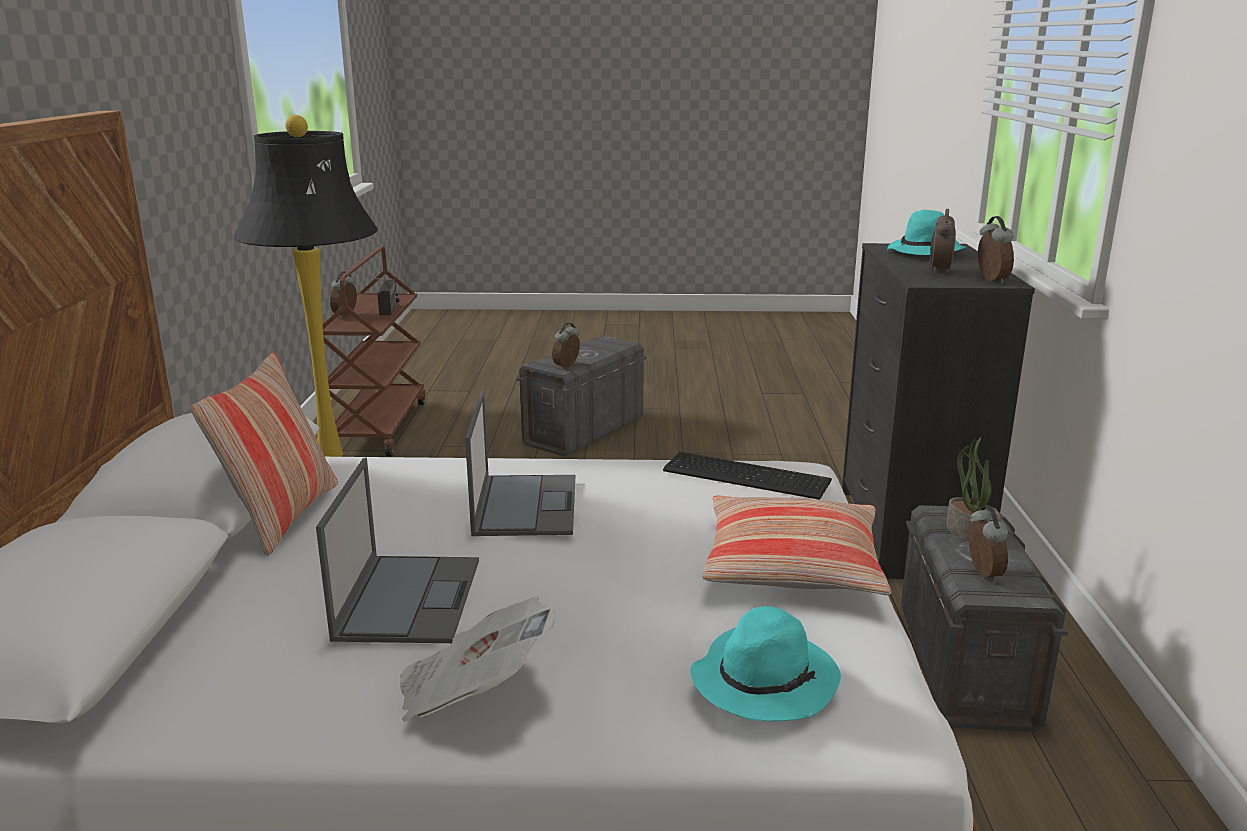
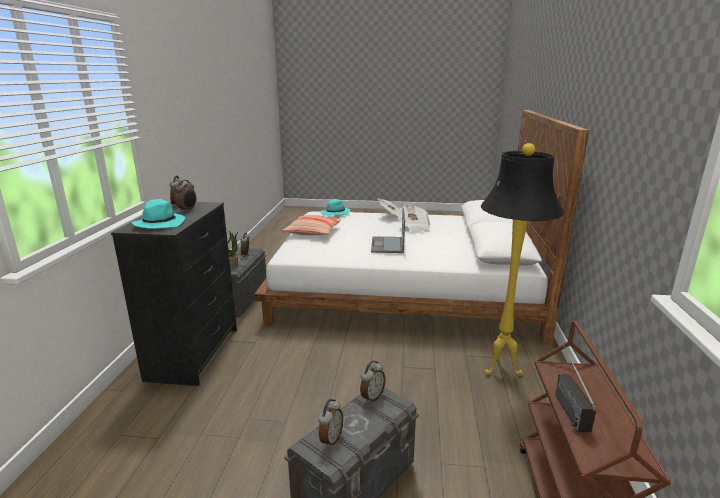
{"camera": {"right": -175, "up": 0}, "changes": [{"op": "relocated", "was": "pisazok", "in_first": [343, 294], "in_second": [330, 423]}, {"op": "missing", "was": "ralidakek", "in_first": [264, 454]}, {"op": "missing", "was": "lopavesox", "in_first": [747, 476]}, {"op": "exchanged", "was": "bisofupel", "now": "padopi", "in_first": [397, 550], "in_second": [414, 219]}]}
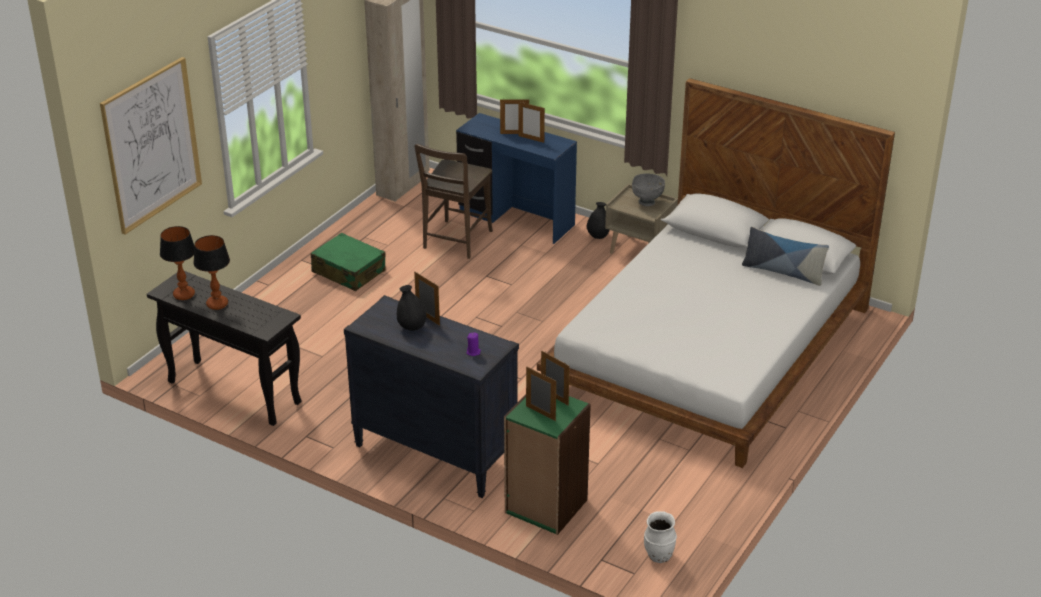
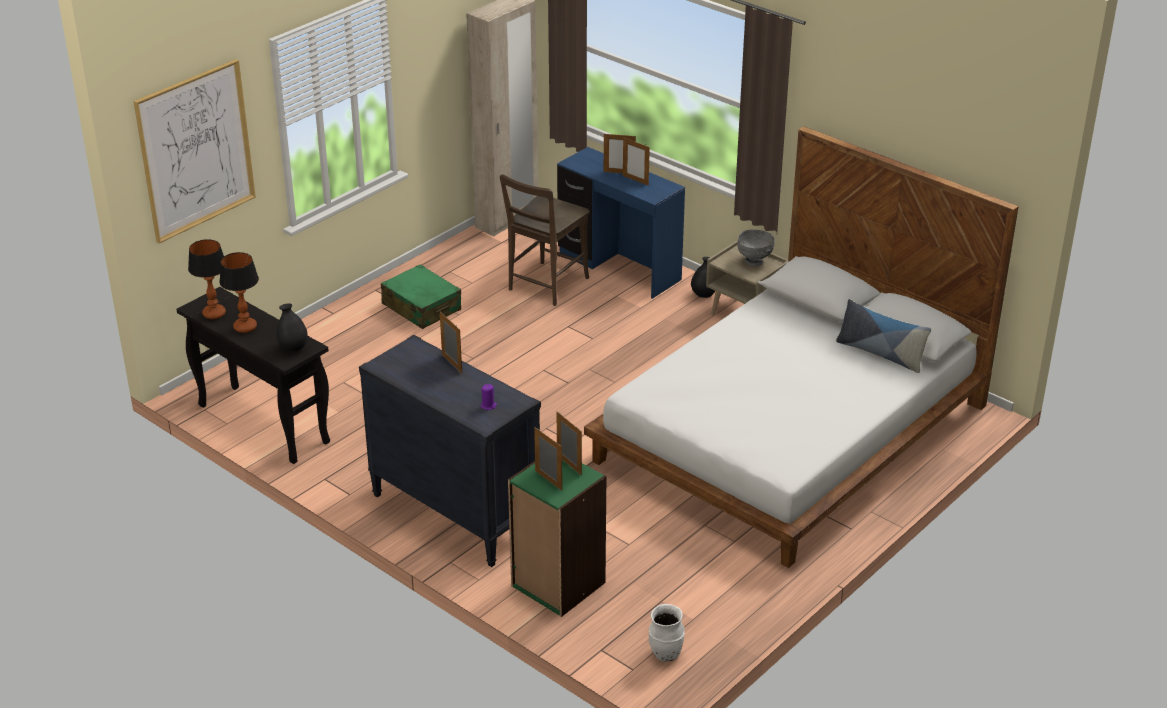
{"camera": {"right": 10, "up": 0}, "changes": [{"op": "relocated", "was": "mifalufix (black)", "in_first": [411, 308], "in_second": [292, 327]}]}
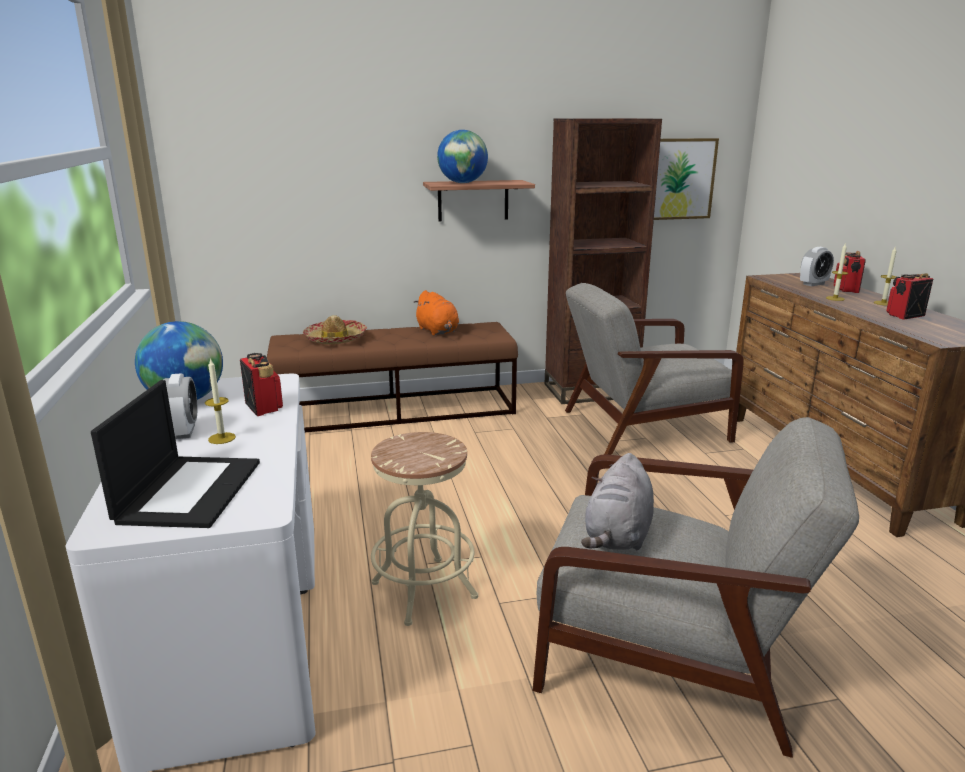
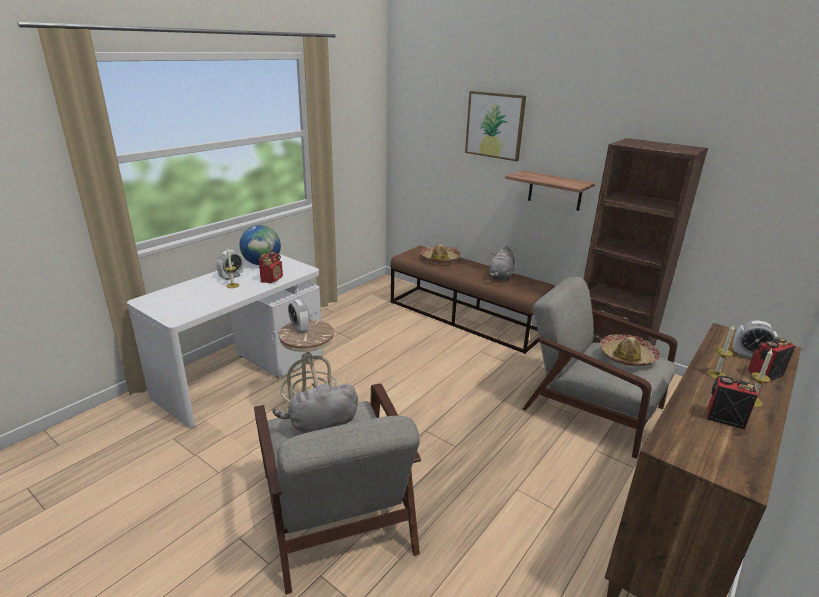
{"camera": {"right": 50, "up": 5}, "changes": [{"op": "missing", "was": "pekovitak", "in_first": [462, 156]}, {"op": "relocated", "was": "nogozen", "in_first": [686, 179], "in_second": [495, 126]}, {"op": "colour", "was": "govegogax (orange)", "now": "govegogax (grey)", "in_first": [436, 313], "in_second": [501, 263]}, {"op": "missing", "was": "bisofupel", "in_first": [175, 454]}, {"op": "appeared", "now": "pisazok", "in_second": [299, 316]}, {"op": "appeared", "now": "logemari", "in_second": [630, 350]}]}
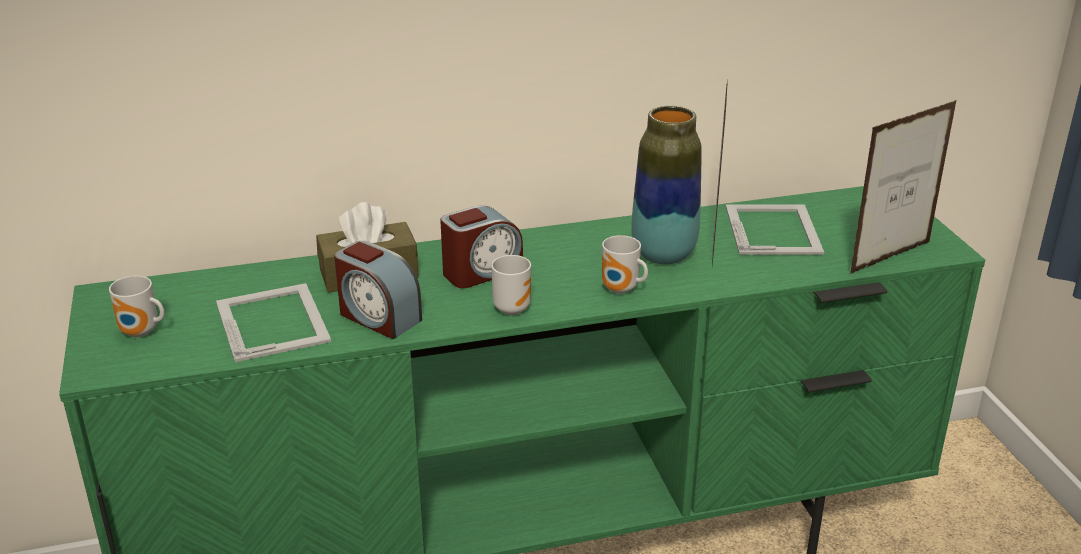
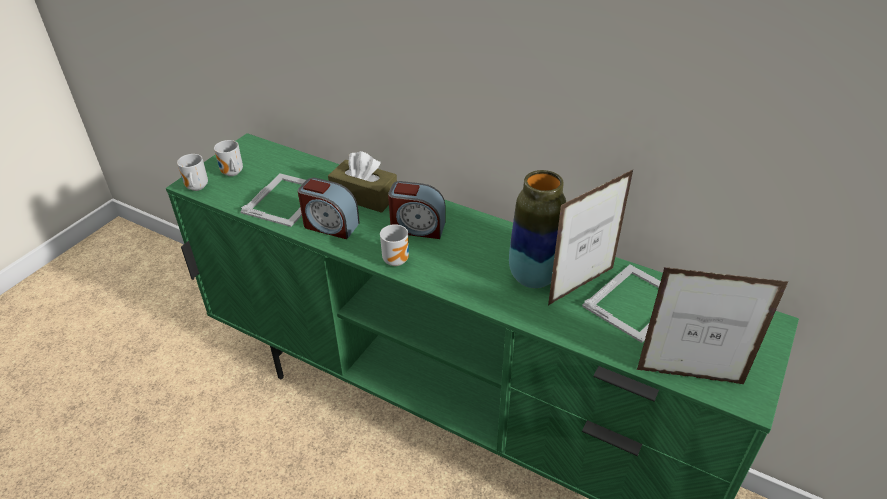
{"camera": {"right": 45, "up": 10}, "changes": [{"op": "relocated", "was": "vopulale", "in_first": [625, 264], "in_second": [192, 172]}, {"op": "spun", "was": "pisazok", "in_first": [378, 290], "in_second": [329, 208], "clockwise": -60}]}
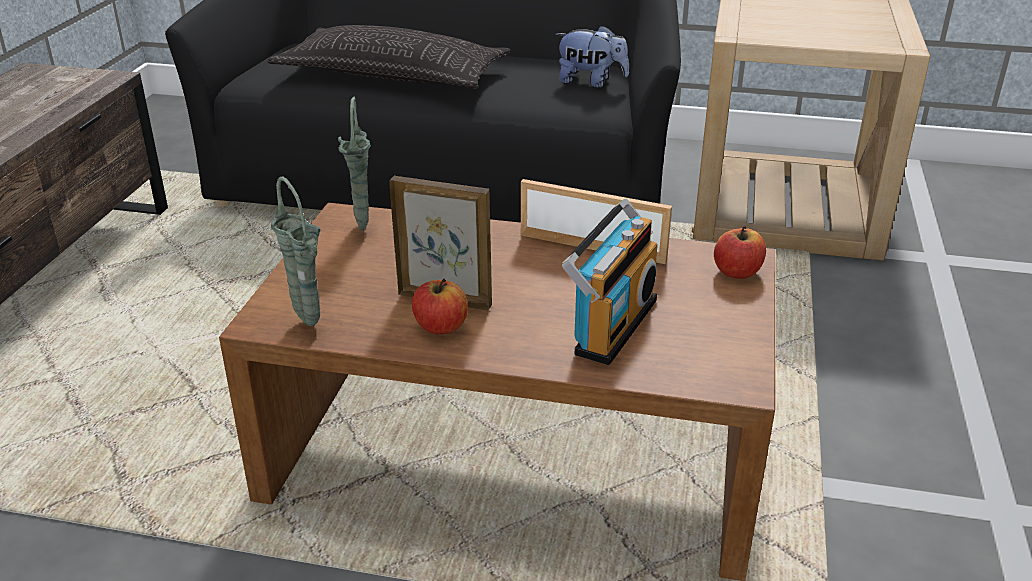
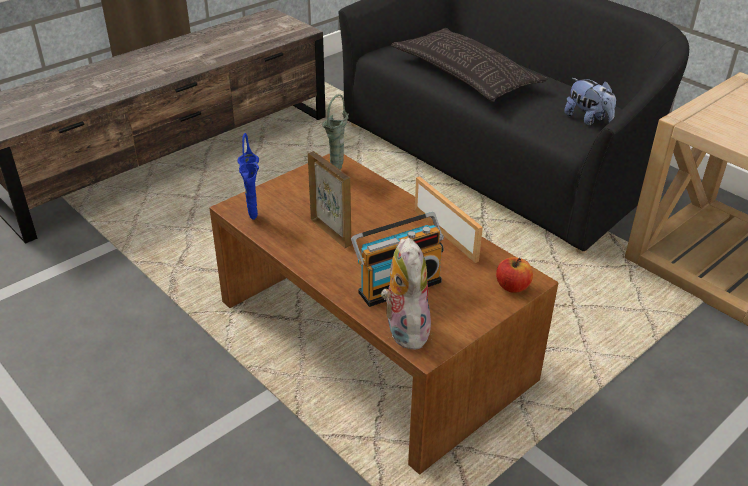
{"camera": {"right": 35, "up": 5}, "changes": [{"op": "colour", "was": "mifalufix (green)", "now": "mifalufix (blue)", "in_first": [296, 251], "in_second": [248, 176]}, {"op": "missing", "was": "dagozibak", "in_first": [440, 306]}, {"op": "appeared", "now": "govegogax", "in_second": [406, 293]}]}
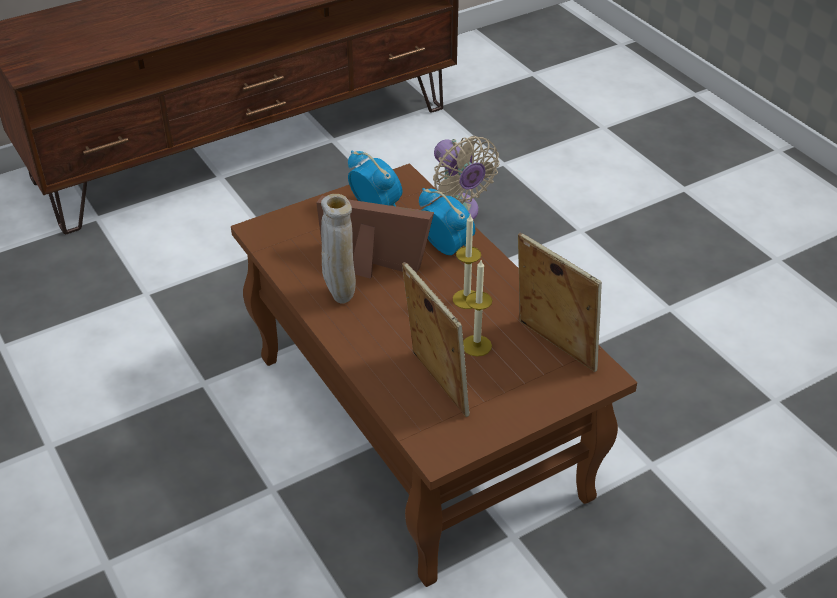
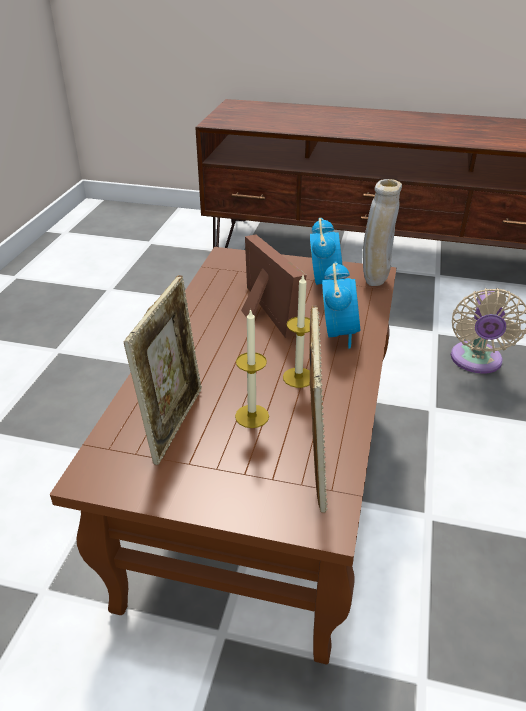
{"camera": {"right": 45, "up": -5}, "changes": [{"op": "relocated", "was": "mifalufix (beige)", "in_first": [338, 249], "in_second": [382, 232]}]}
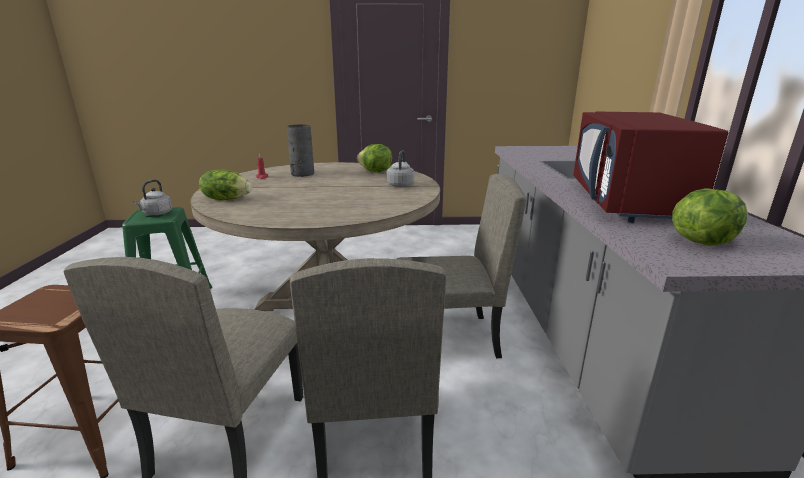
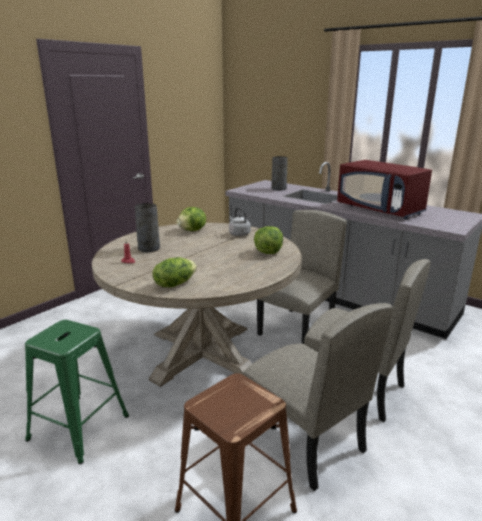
{"camera": {"right": -50, "up": 0}, "changes": [{"op": "missing", "was": "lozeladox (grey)", "in_first": [153, 197]}, {"op": "relocated", "was": "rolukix", "in_first": [710, 217], "in_second": [268, 240]}, {"op": "appeared", "now": "mifalufix (grey)", "in_second": [279, 173]}]}
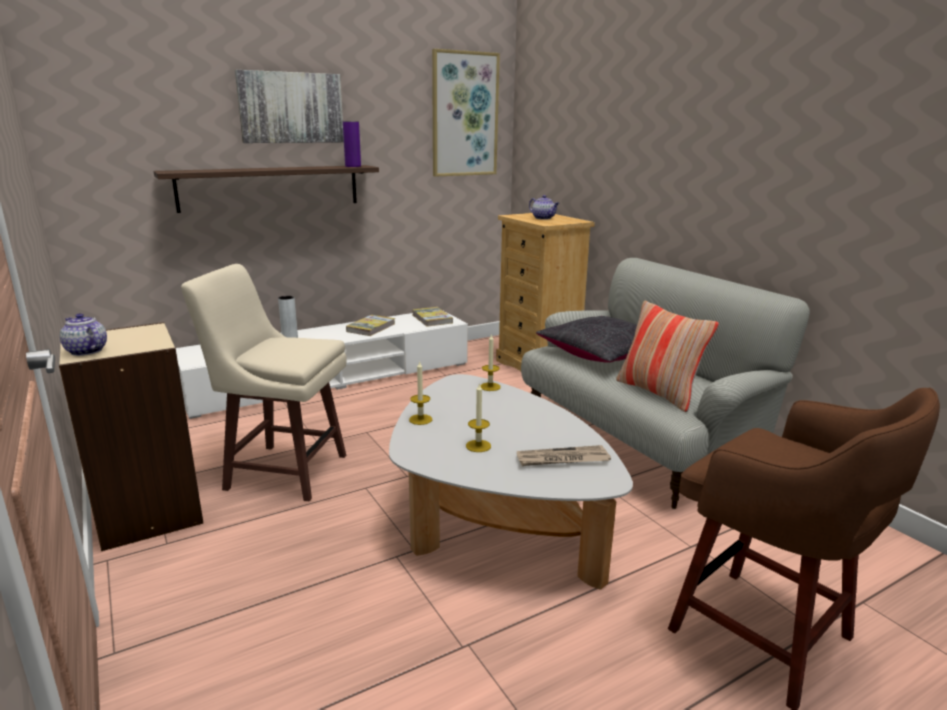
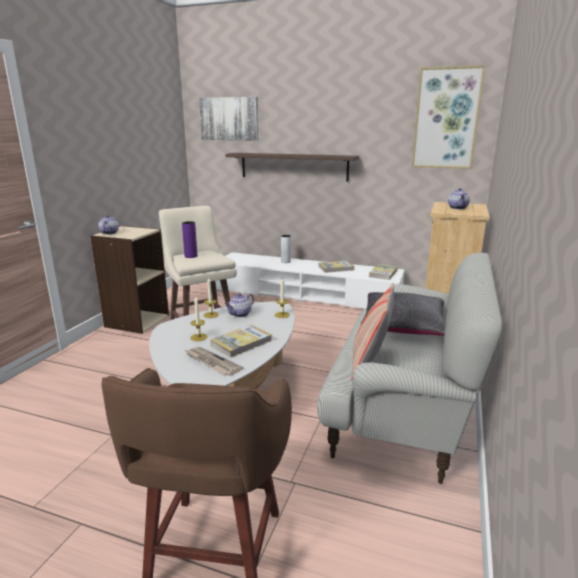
{"camera": {"right": 50, "up": 0}, "changes": [{"op": "relocated", "was": "nogozen", "in_first": [289, 106], "in_second": [228, 119]}, {"op": "relocated", "was": "mifalufix (purple)", "in_first": [352, 144], "in_second": [189, 239]}, {"op": "appeared", "now": "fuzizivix", "in_second": [239, 305]}, {"op": "appeared", "now": "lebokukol", "in_second": [241, 341]}]}
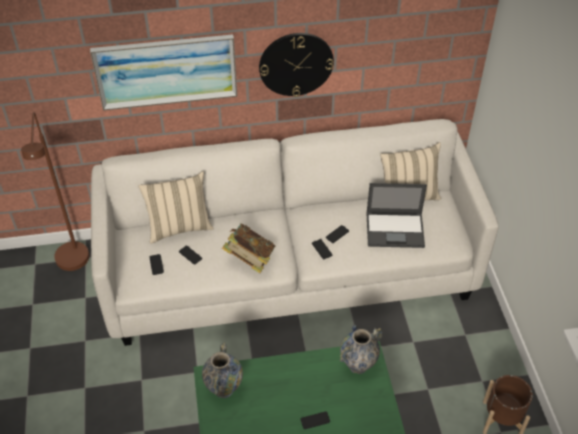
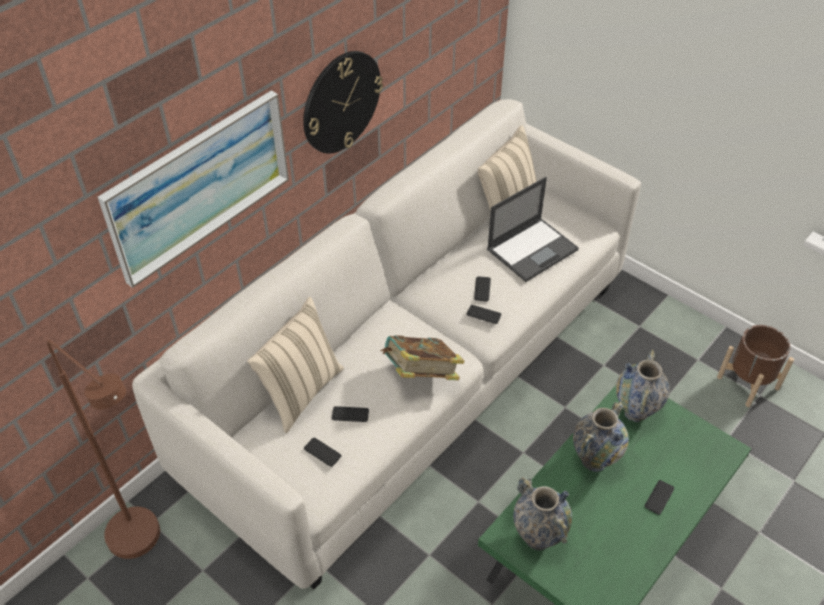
{"camera": {"right": -40, "up": 0}, "changes": [{"op": "appeared", "now": "mifalufix", "in_second": [601, 437]}]}
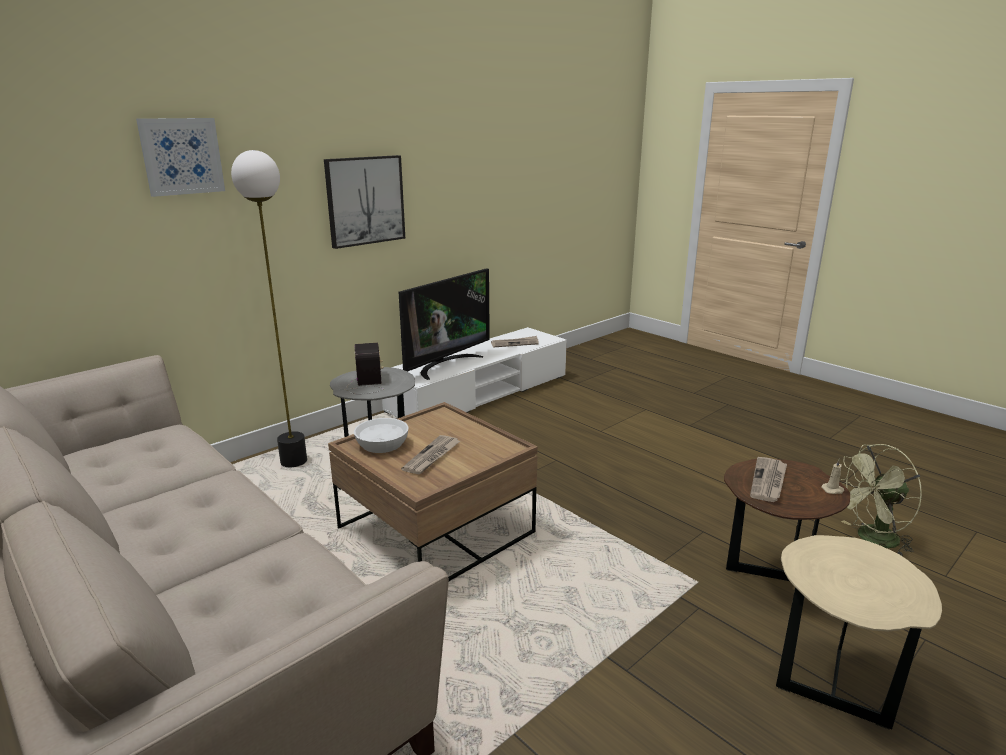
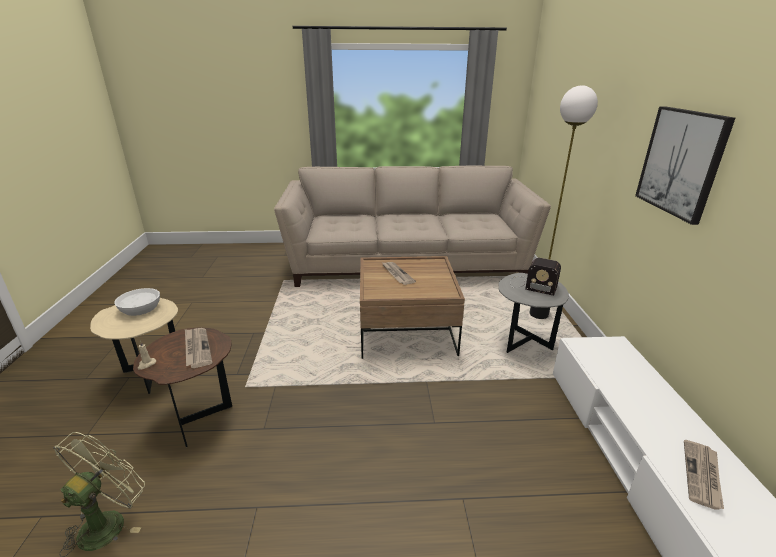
{"camera": {"right": 130, "up": 5}, "changes": [{"op": "missing", "was": "nogozen", "in_first": [180, 157]}, {"op": "missing", "was": "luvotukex", "in_first": [444, 324]}, {"op": "relocated", "was": "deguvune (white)", "in_first": [381, 435], "in_second": [137, 302]}]}
